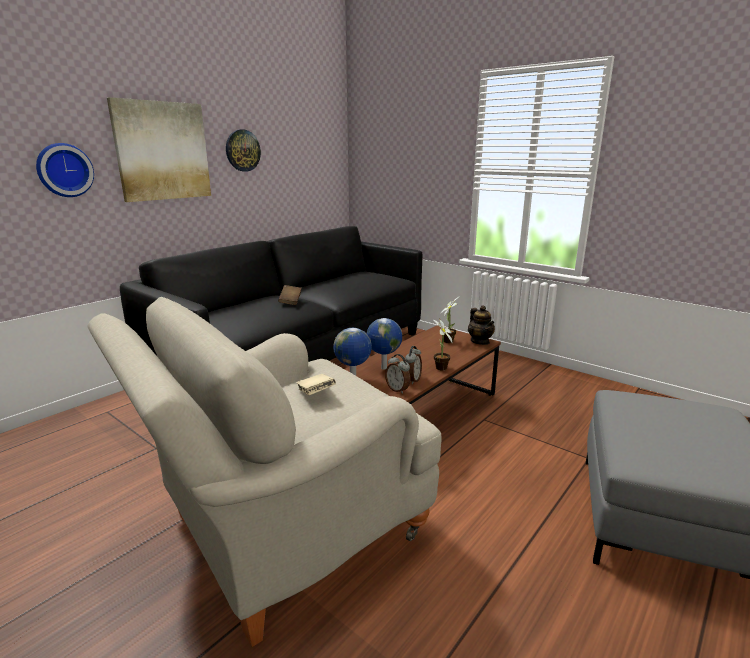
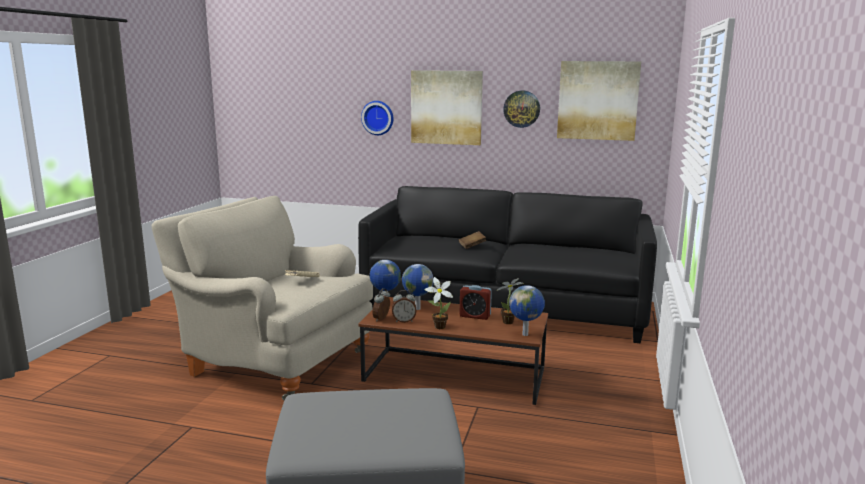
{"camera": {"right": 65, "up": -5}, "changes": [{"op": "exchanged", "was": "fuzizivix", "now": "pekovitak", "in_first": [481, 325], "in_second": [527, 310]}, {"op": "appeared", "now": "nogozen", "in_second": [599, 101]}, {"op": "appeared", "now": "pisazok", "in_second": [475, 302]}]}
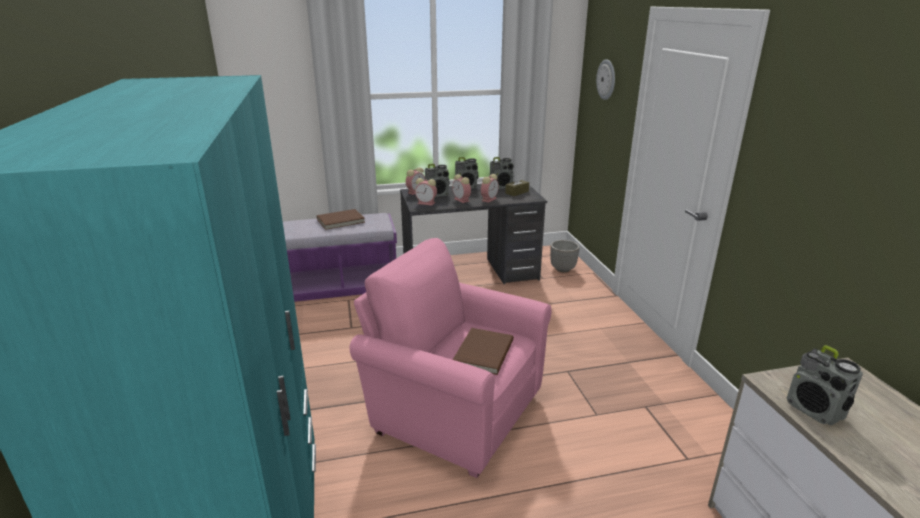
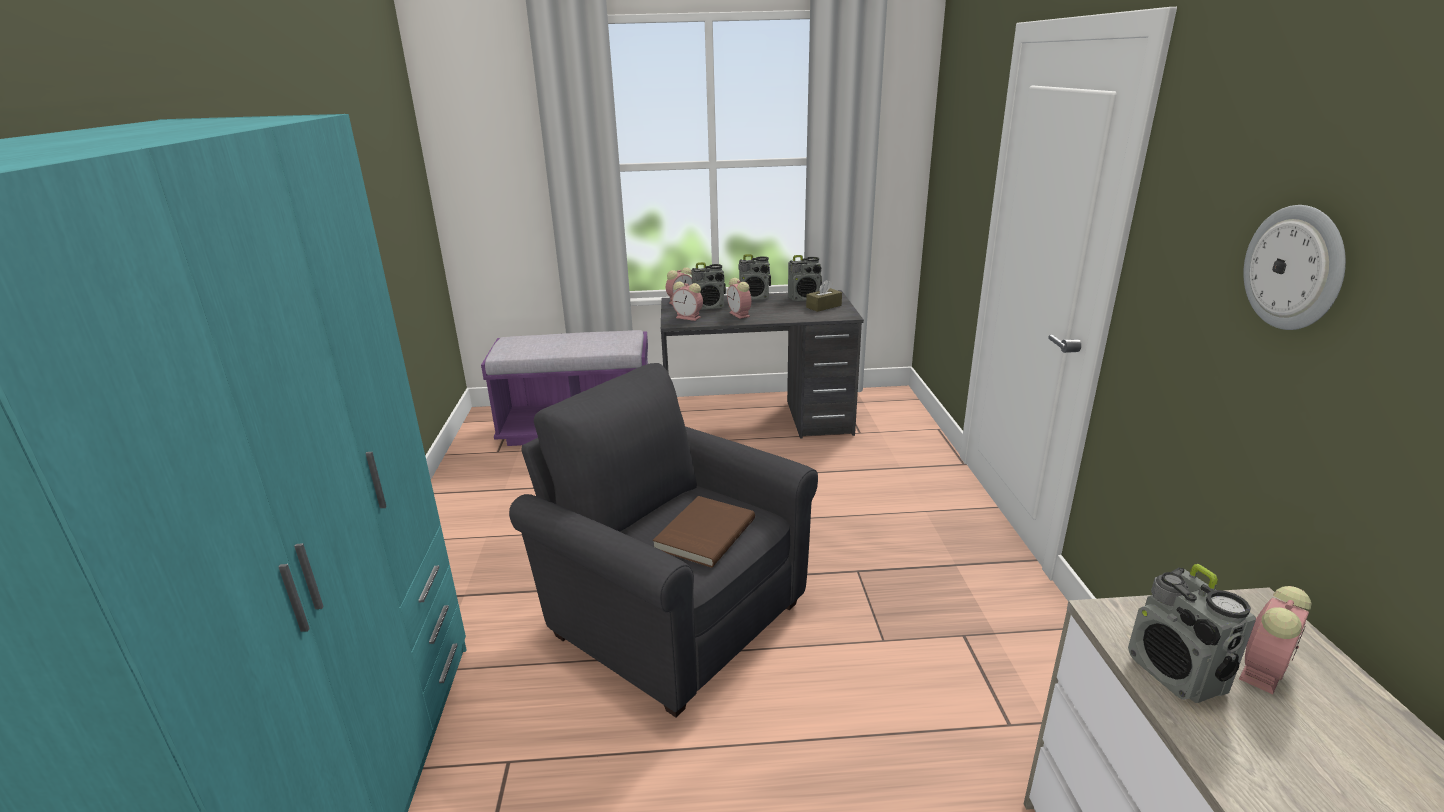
{"camera": {"right": 10, "up": 0}, "changes": [{"op": "relocated", "was": "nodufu", "in_first": [605, 79], "in_second": [1294, 267]}, {"op": "relocated", "was": "pisazok", "in_first": [490, 188], "in_second": [1275, 640]}, {"op": "missing", "was": "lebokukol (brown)", "in_first": [341, 219]}, {"op": "colour", "was": "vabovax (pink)", "now": "vabovax (grey)", "in_first": [451, 358], "in_second": [663, 540]}, {"op": "missing", "was": "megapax", "in_first": [565, 256]}]}
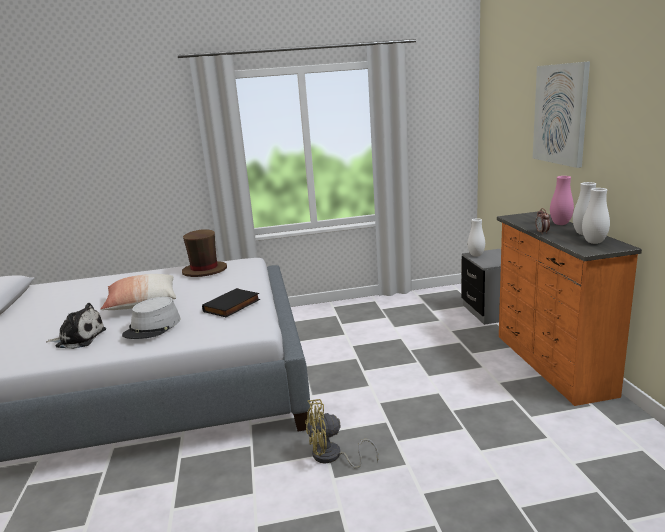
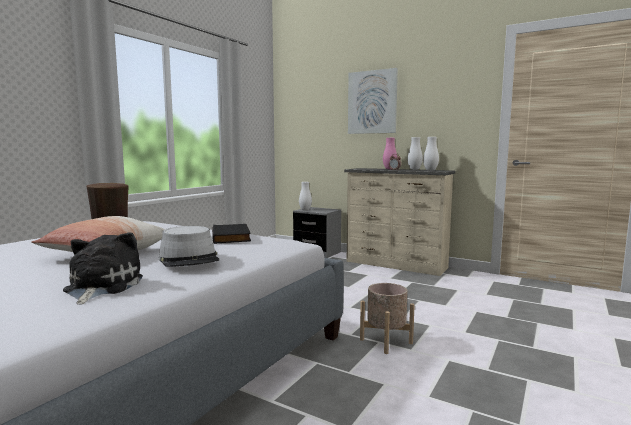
{"camera": {"right": -50, "up": -10}, "changes": [{"op": "colour", "was": "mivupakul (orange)", "now": "mivupakul (beige)", "in_first": [569, 309], "in_second": [400, 222]}, {"op": "spun", "was": "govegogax", "in_first": [76, 326], "in_second": [103, 268], "clockwise": -45}, {"op": "exchanged", "was": "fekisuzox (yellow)", "now": "megapax (beige)", "in_first": [342, 434], "in_second": [387, 318]}]}
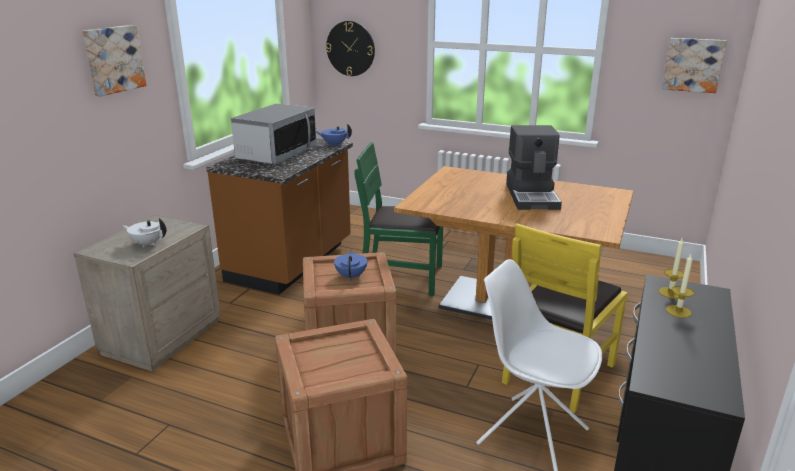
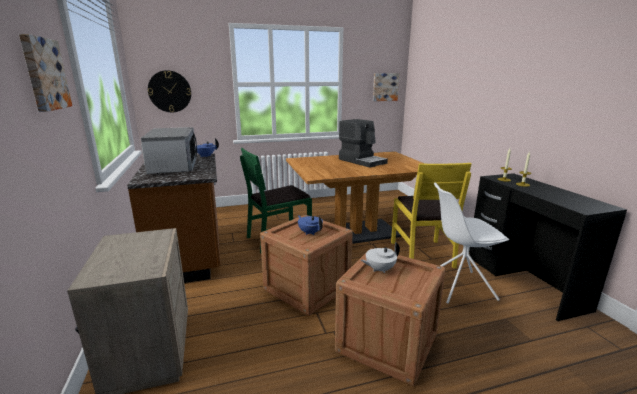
{"camera": {"right": -40, "up": -5}, "changes": [{"op": "relocated", "was": "fuzizivix (white)", "in_first": [144, 232], "in_second": [380, 257]}]}
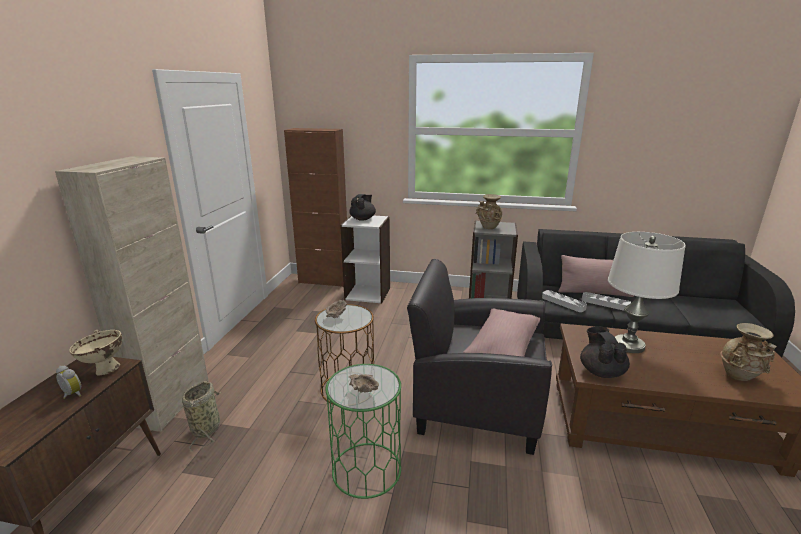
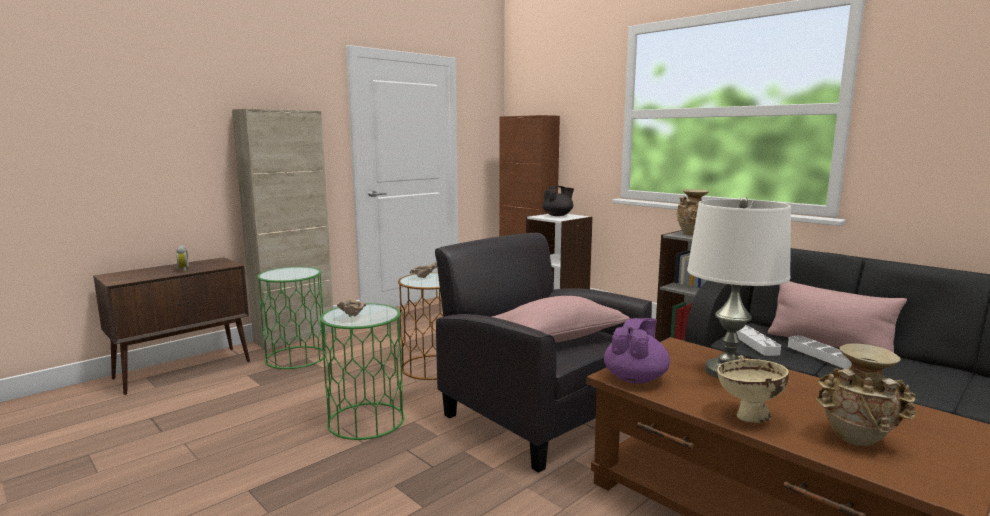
{"camera": {"right": 35, "up": -10}, "changes": [{"op": "colour", "was": "fuzizivix (black)", "now": "fuzizivix (purple)", "in_first": [605, 352], "in_second": [637, 351]}, {"op": "relocated", "was": "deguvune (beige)", "in_first": [95, 352], "in_second": [753, 389]}, {"op": "exchanged", "was": "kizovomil", "now": "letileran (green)", "in_first": [201, 416], "in_second": [291, 318]}]}
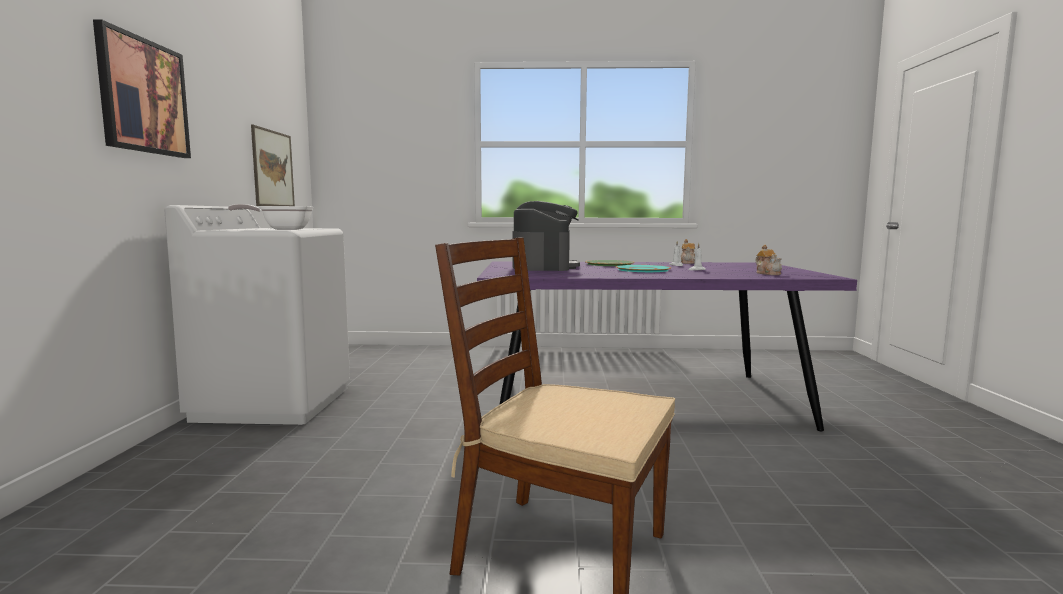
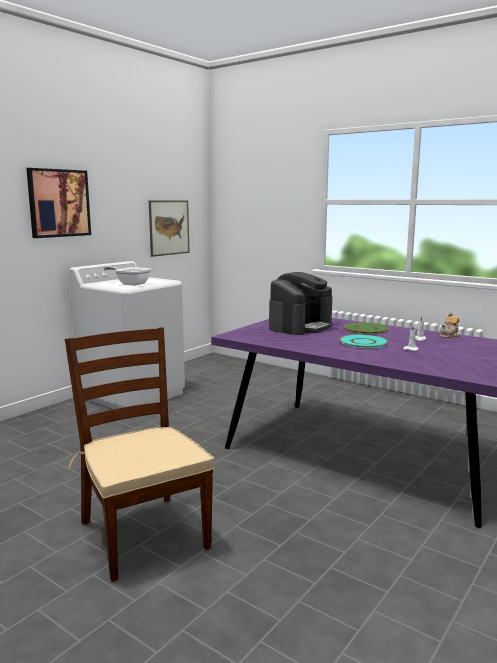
{"camera": {"right": 35, "up": 5}, "changes": [{"op": "missing", "was": "fuzizivix", "in_first": [769, 260]}]}
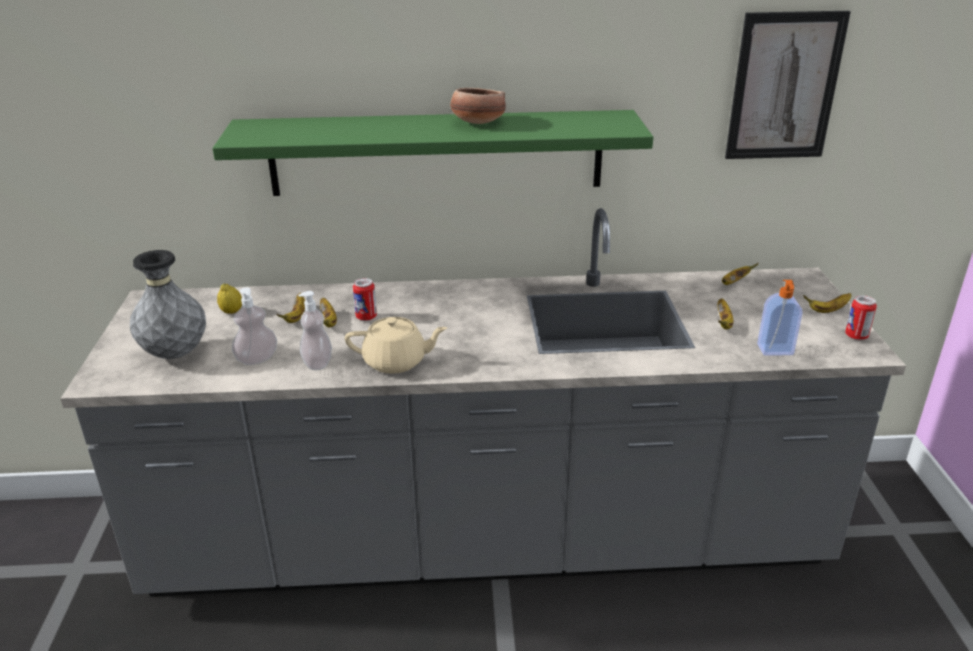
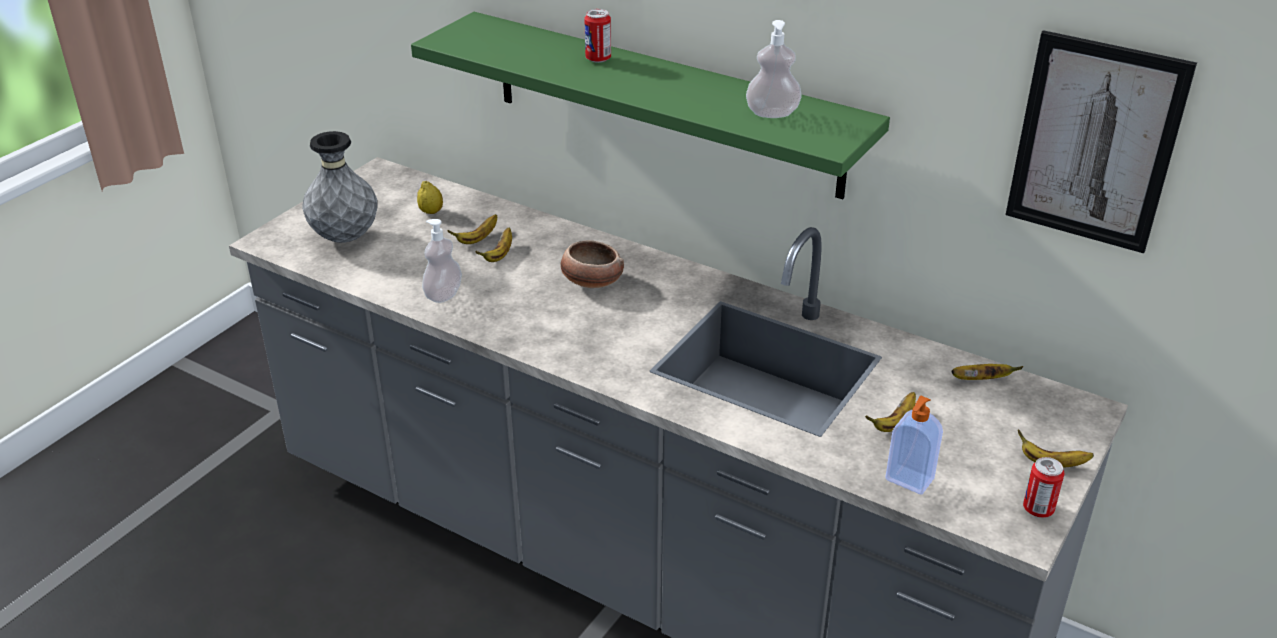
{"camera": {"right": 35, "up": 5}, "changes": [{"op": "relocated", "was": "deguvune", "in_first": [478, 106], "in_second": [592, 264]}, {"op": "relocated", "was": "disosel", "in_first": [365, 299], "in_second": [597, 36]}, {"op": "relocated", "was": "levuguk", "in_first": [254, 326], "in_second": [774, 69]}, {"op": "missing", "was": "fuzizivix (beige)", "in_first": [396, 345]}]}
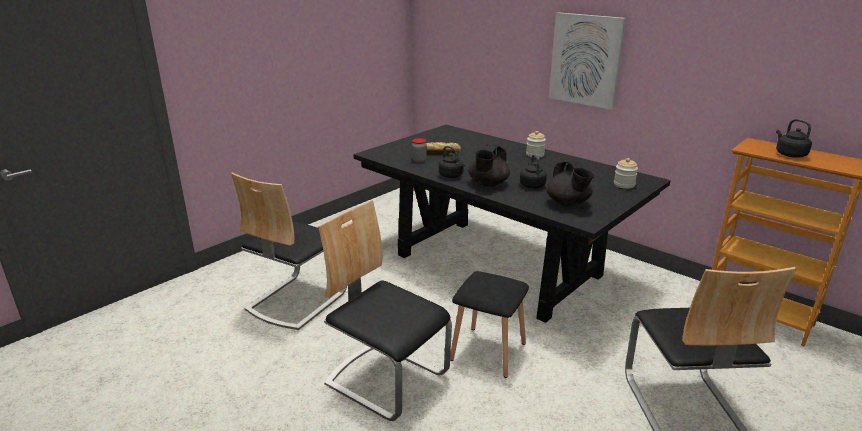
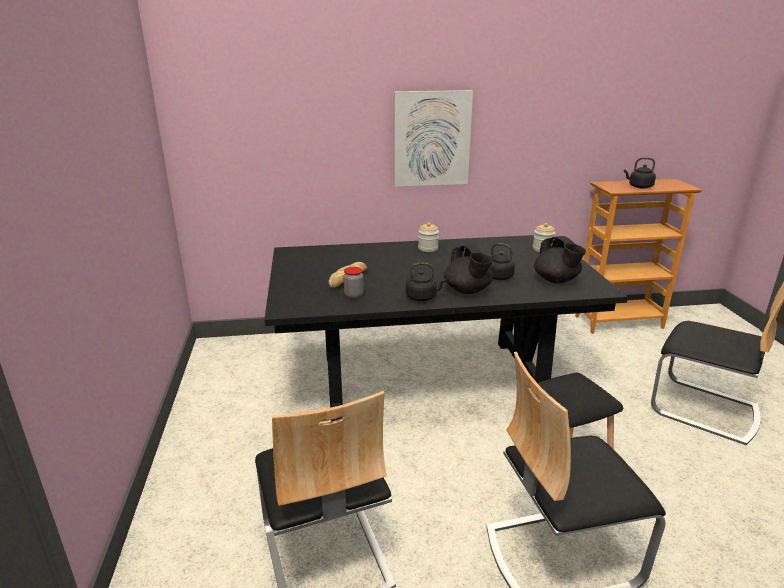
{"camera": {"right": -50, "up": 0}, "changes": [{"op": "spun", "was": "fuzizivix (black)", "in_first": [570, 184], "in_second": [560, 259], "clockwise": 45}]}
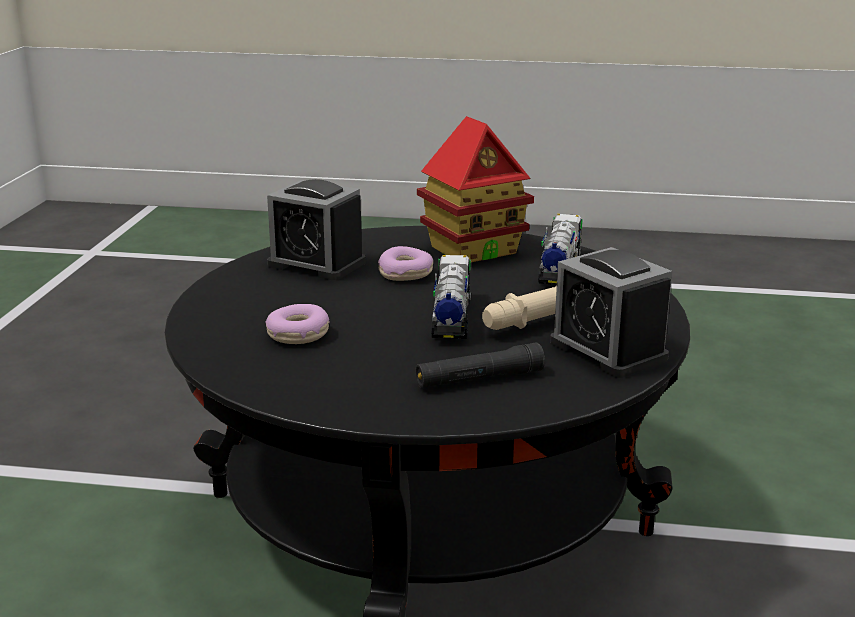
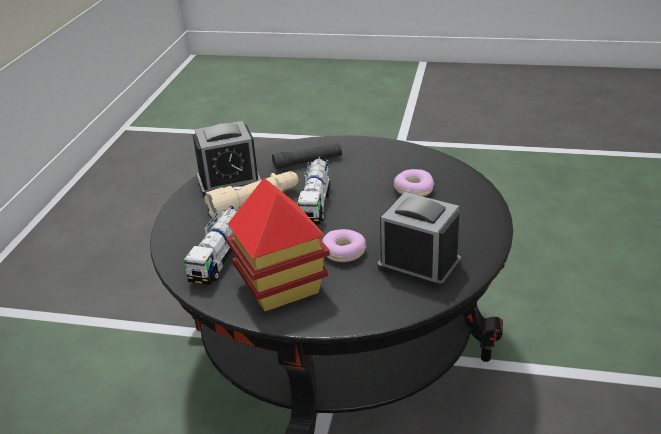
{"camera": {"right": -175, "up": 10}, "changes": [{"op": "spun", "was": "pisazok", "in_first": [611, 312], "in_second": [227, 158], "clockwise": 105}]}
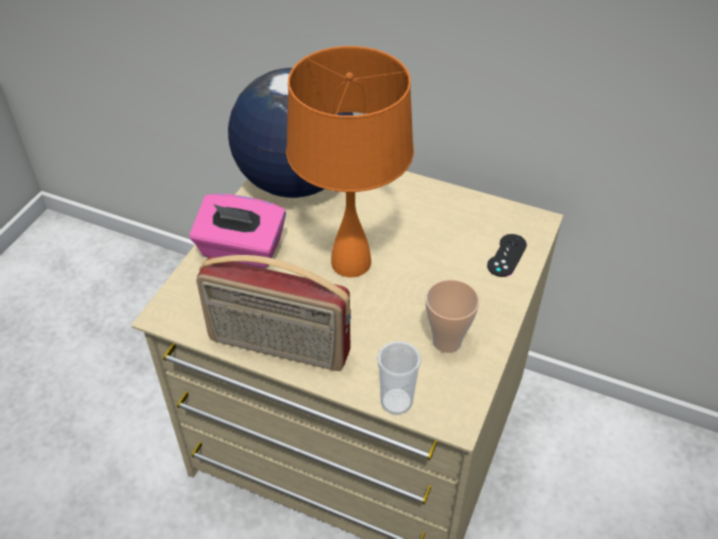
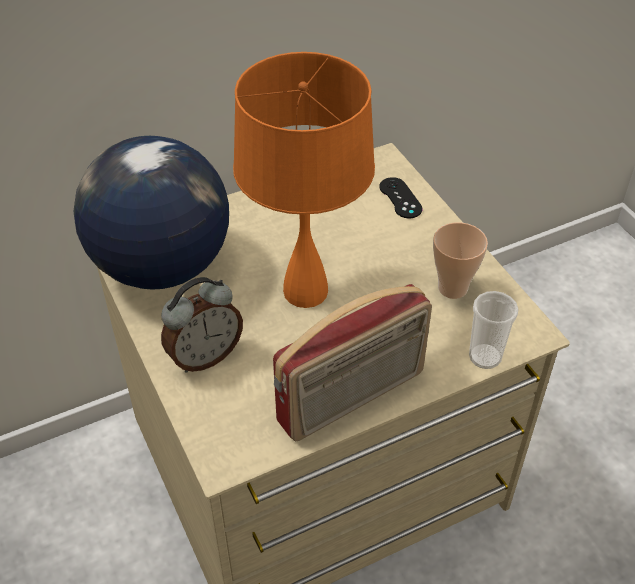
{"camera": {"right": -50, "up": 0}, "changes": [{"op": "exchanged", "was": "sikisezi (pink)", "now": "pisazok", "in_first": [237, 231], "in_second": [202, 325]}]}
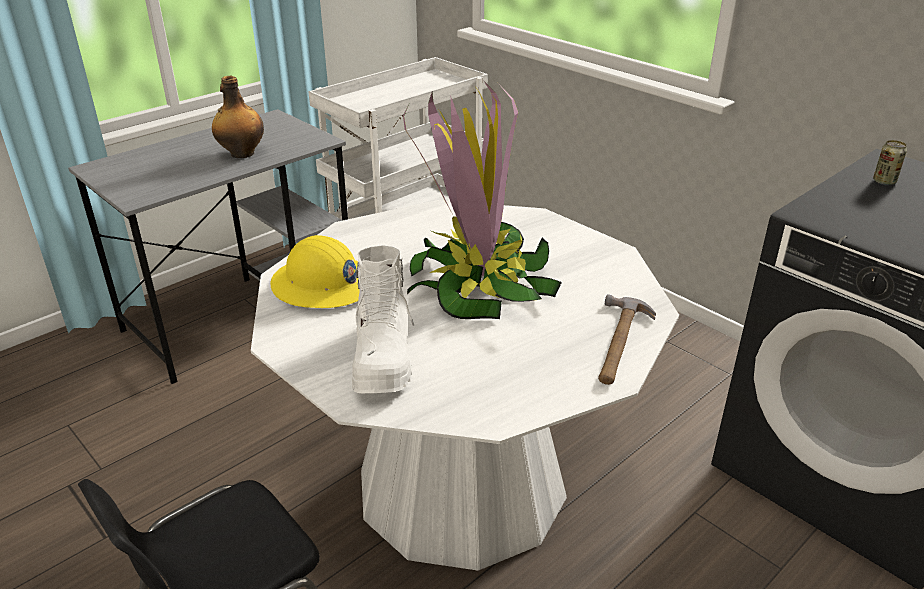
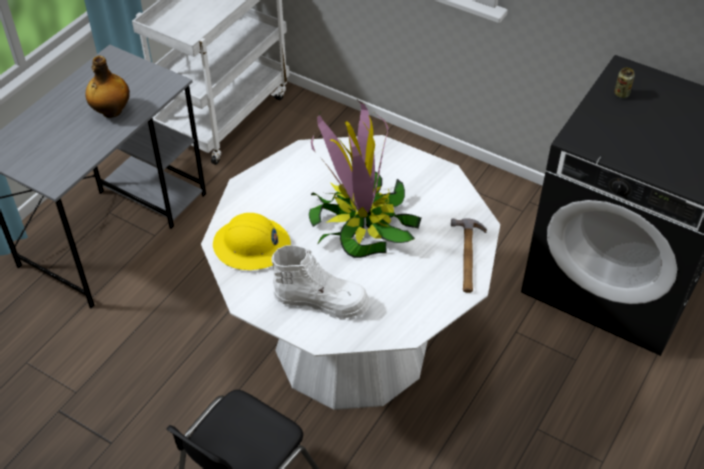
{"camera": {"right": -15, "up": 15}, "changes": [{"op": "spun", "was": "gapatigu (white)", "in_first": [383, 319], "in_second": [320, 282], "clockwise": -60}]}
